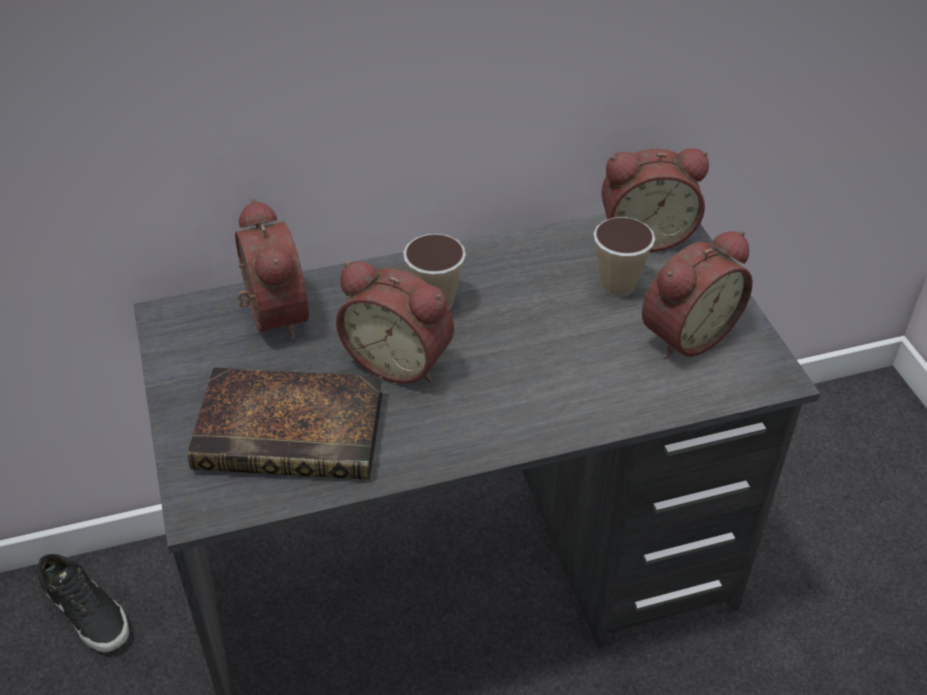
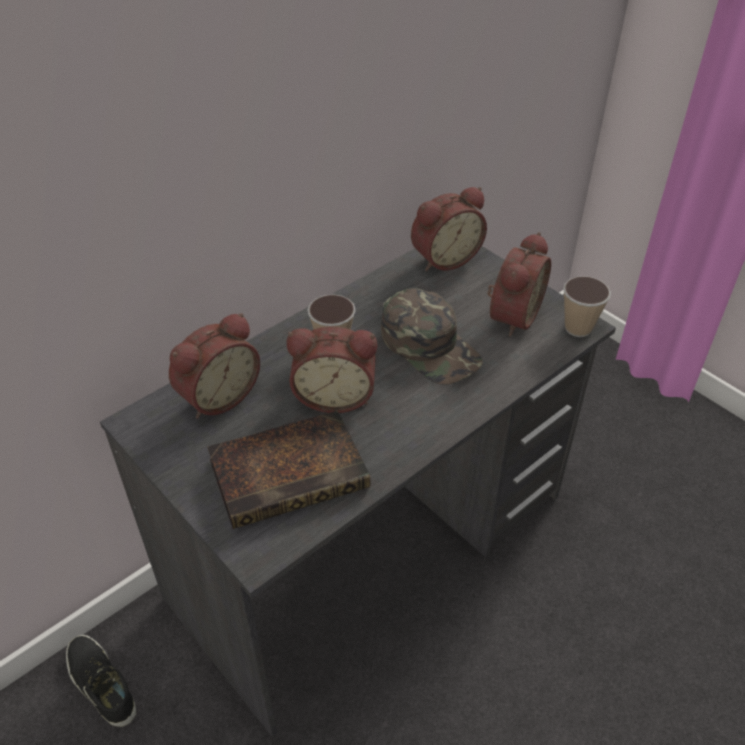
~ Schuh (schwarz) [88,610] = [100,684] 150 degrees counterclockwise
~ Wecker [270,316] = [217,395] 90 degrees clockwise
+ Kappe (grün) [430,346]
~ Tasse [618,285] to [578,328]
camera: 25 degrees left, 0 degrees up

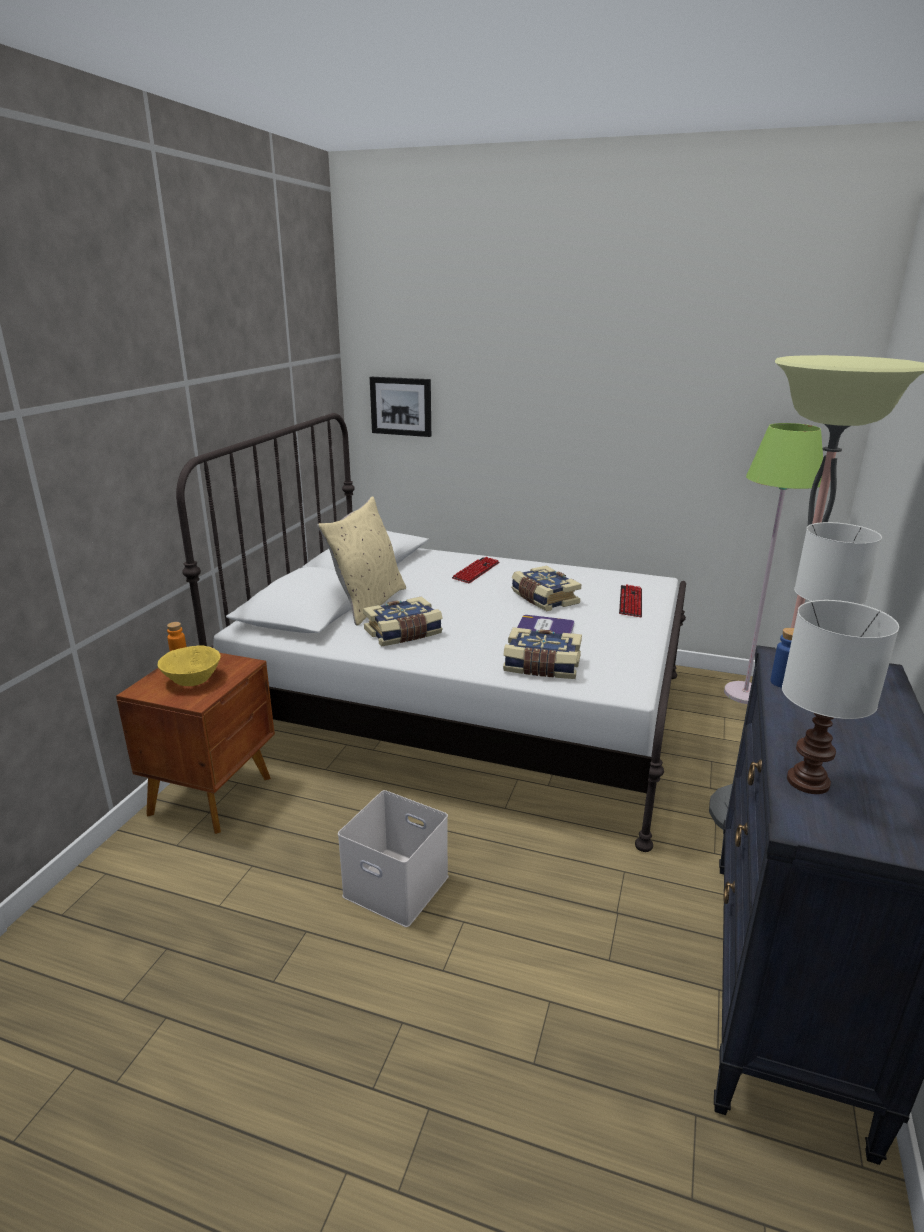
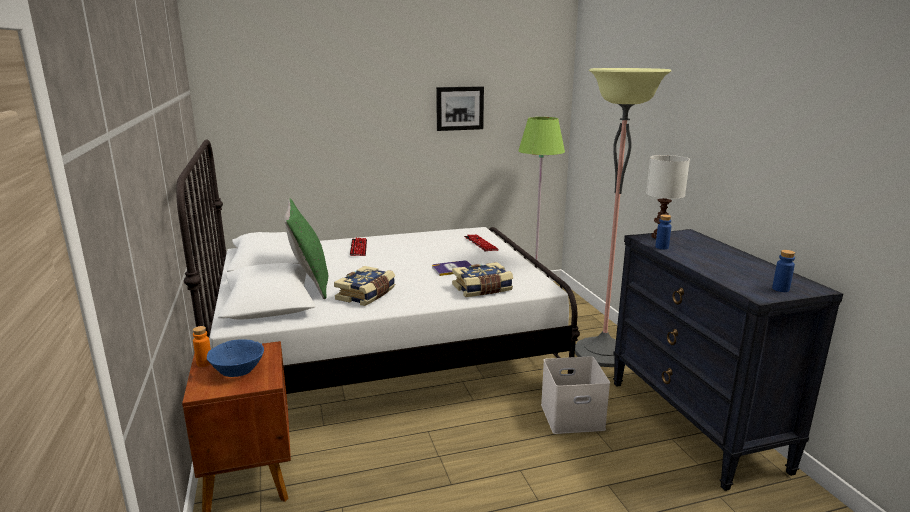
~ Schüssel (gelb) [192,680] to Schüssel (blau) [238,371]
~ Kissen (beige) [367,603] to Kissen (grün) [310,284]
~ Bild [401,406] to [459,108]
~ Aufbewahrungsbox (weiß) [398,885] to [573,415]
+ Flasche (blau) [780,289]
- Buch [543,599]
- Tischlampe (weiß) [808,783]
camera: 35 degrees left, 5 degrees down

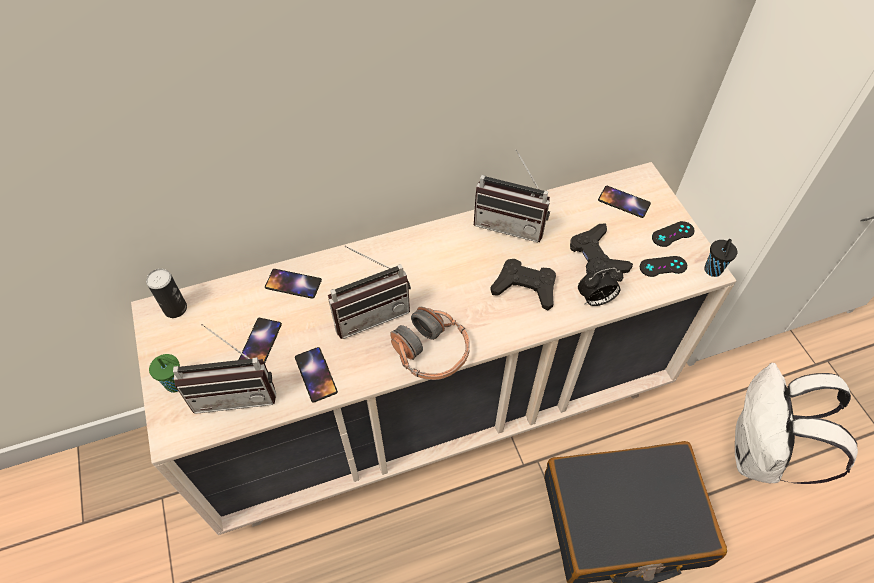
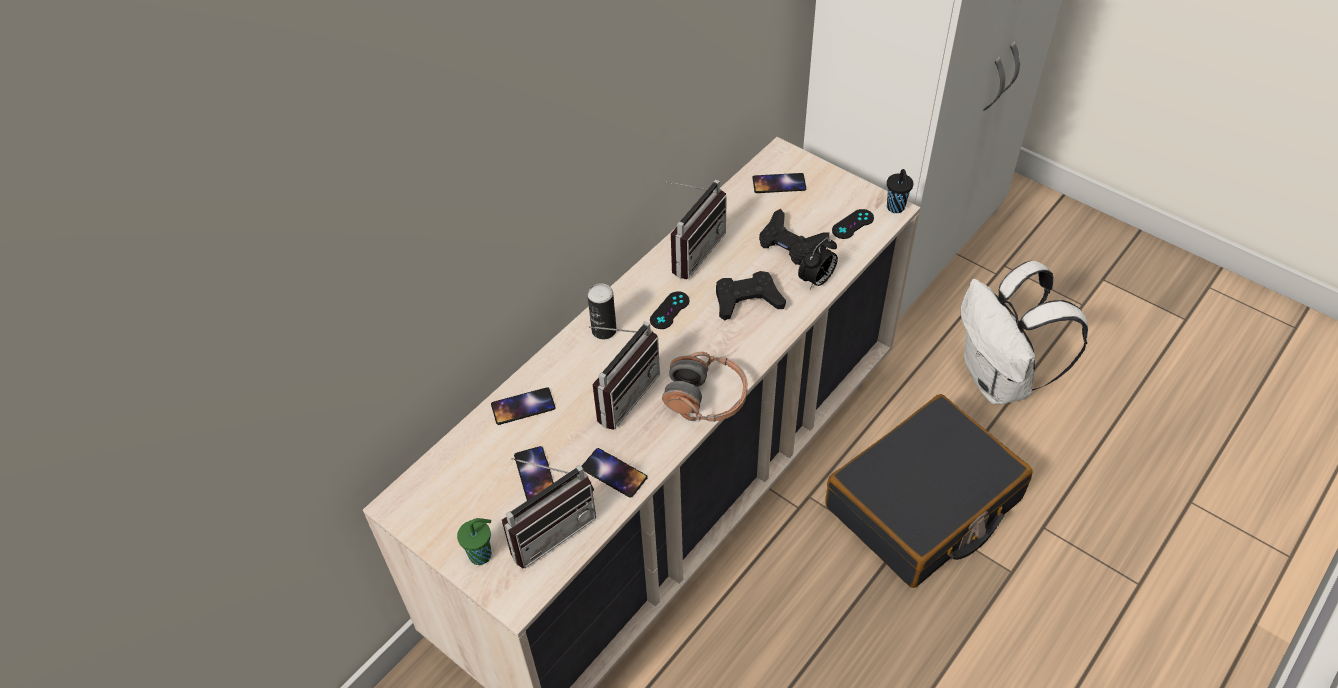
~ Dose [175,308] to [604,330]
~ Gamepad (schwarz) [673,234] to [669,310]
~ Radio [511,223] = [691,250] 45 degrees counterclockwise
camera: 30 degrees left, 5 degrees down

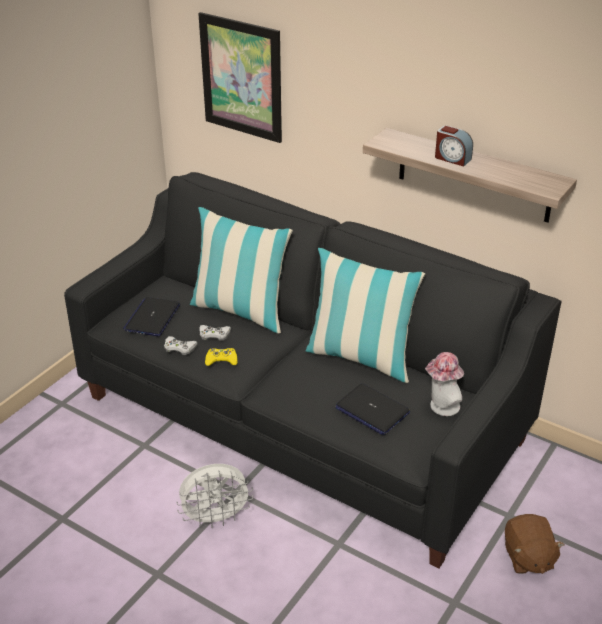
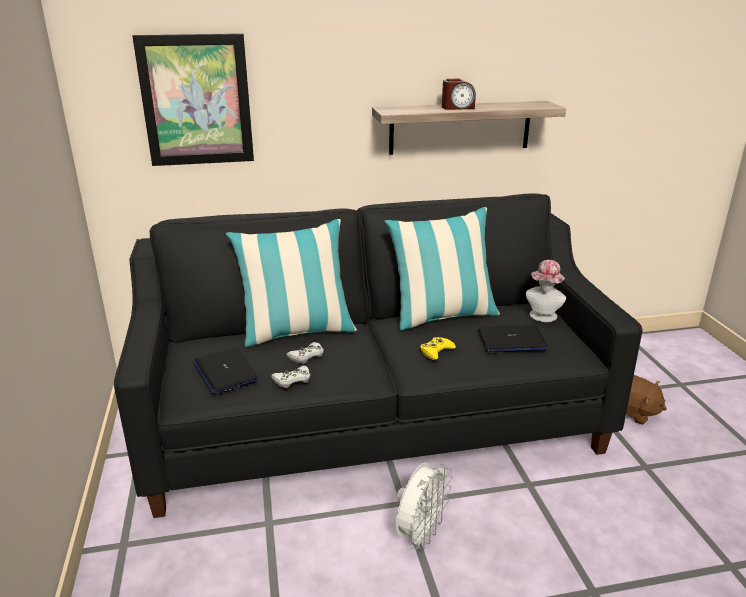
~ Gamepad (gelb) [221,360] to [436,351]
camera: 45 degrees left, 10 degrees down

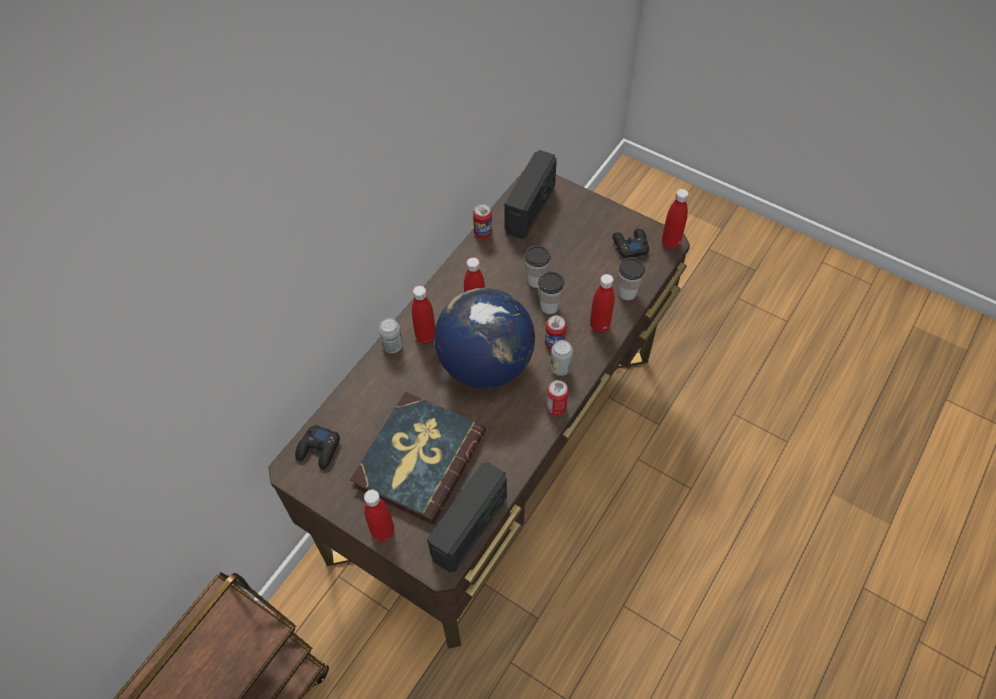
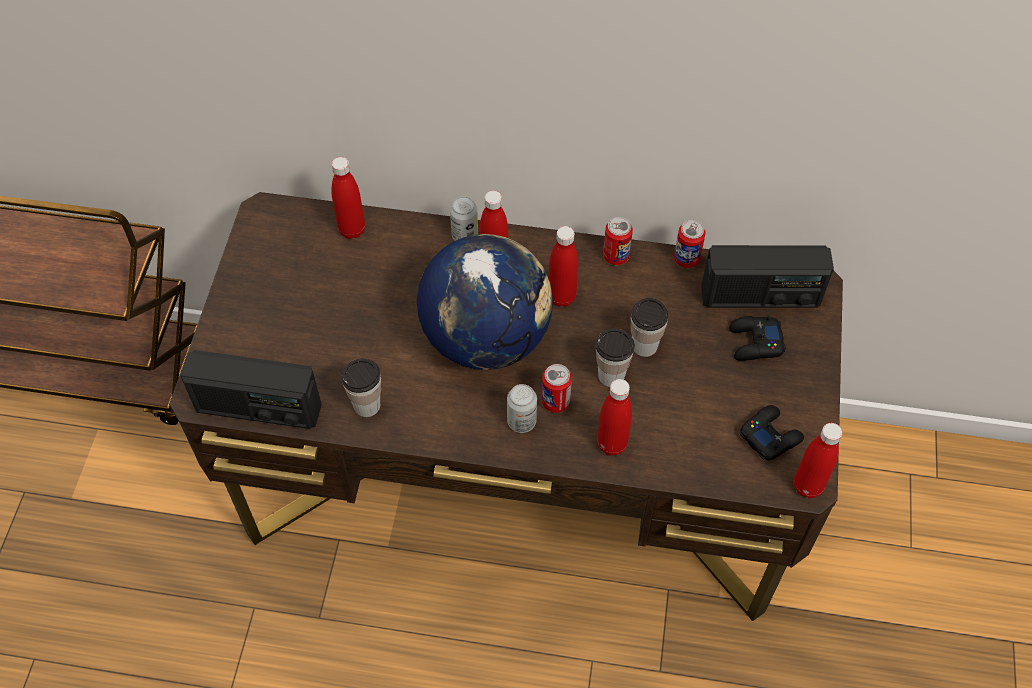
~ Flasche (rot) [383,531] to [352,230]
~ Tasse [627,293] to [366,405]
~ Dose [556,407] to [616,256]
~ Gamepad (schwarz) [319,450] to [755,343]
- Buch [419,459]
camera: 65 degrees right, 0 degrees up

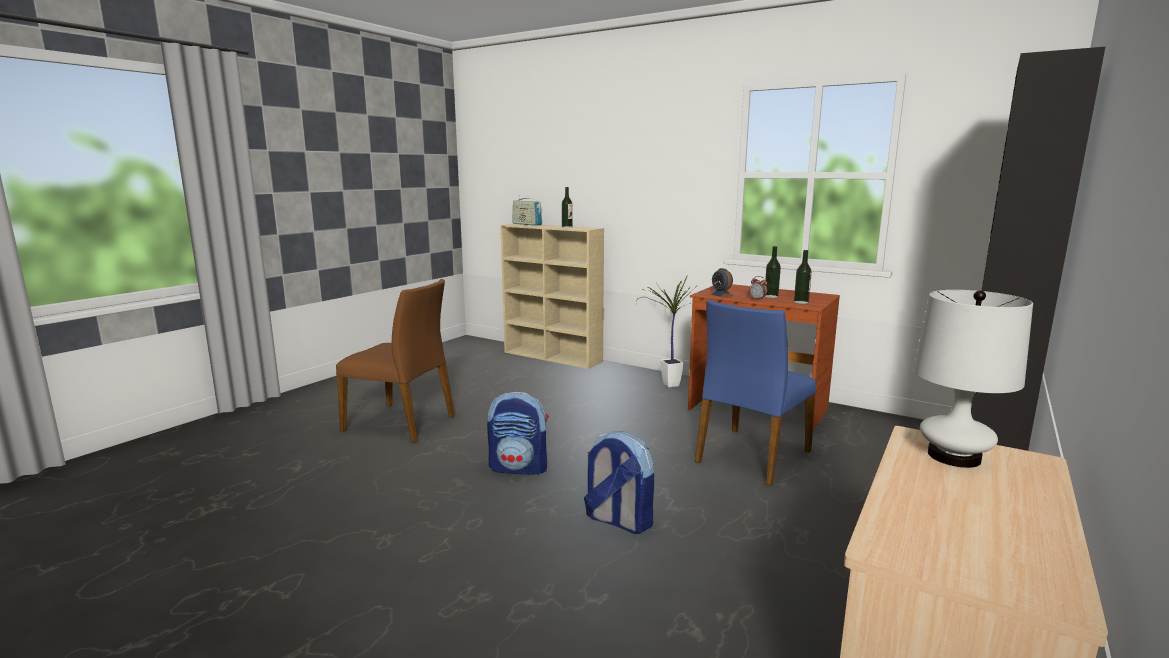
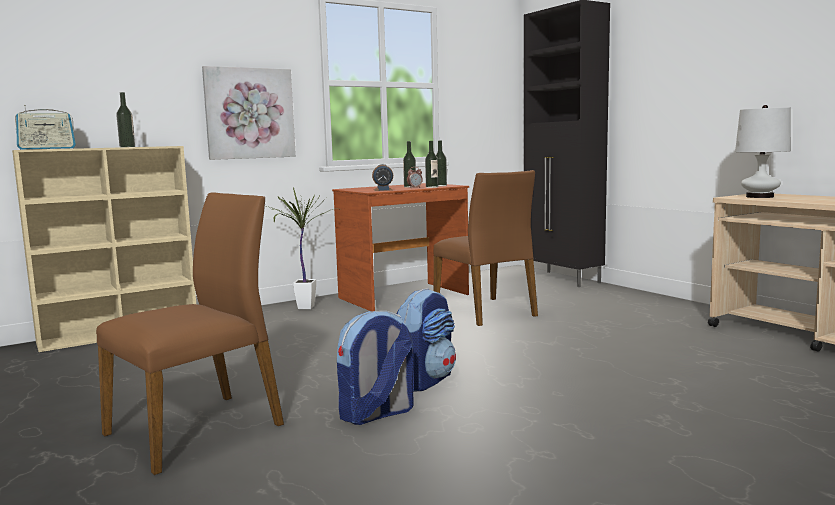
+ Bild [249,113]
~ Rucksack [618,521] to [377,414]
+ Flasche [432,187]
~ Stuhl (blau) [751,456] to Stuhl (braun) [486,312]
camera: 65 degrees left, 5 degrees down

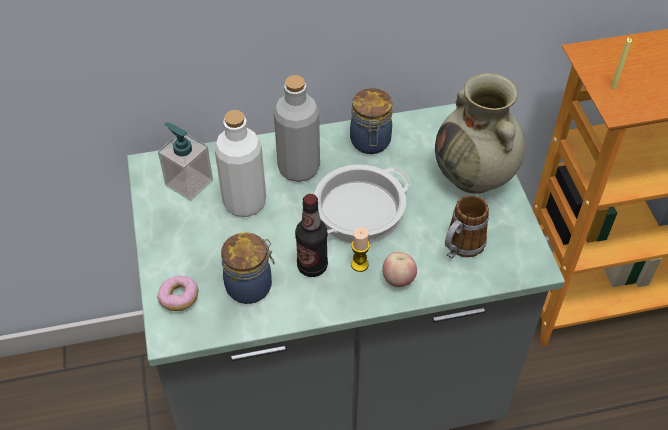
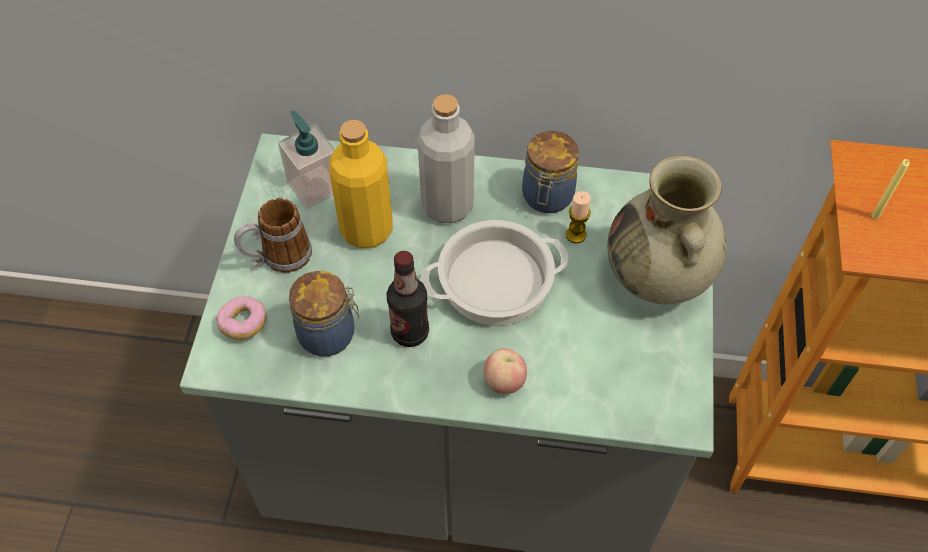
~ Henkelbecher [460,247] to [278,258]
~ Flasche (weiß) [244,202] to Flasche (gelb) [366,229]
~ Kerze [359,264] to [576,235]
camera: 20 degrees right, 5 degrees up

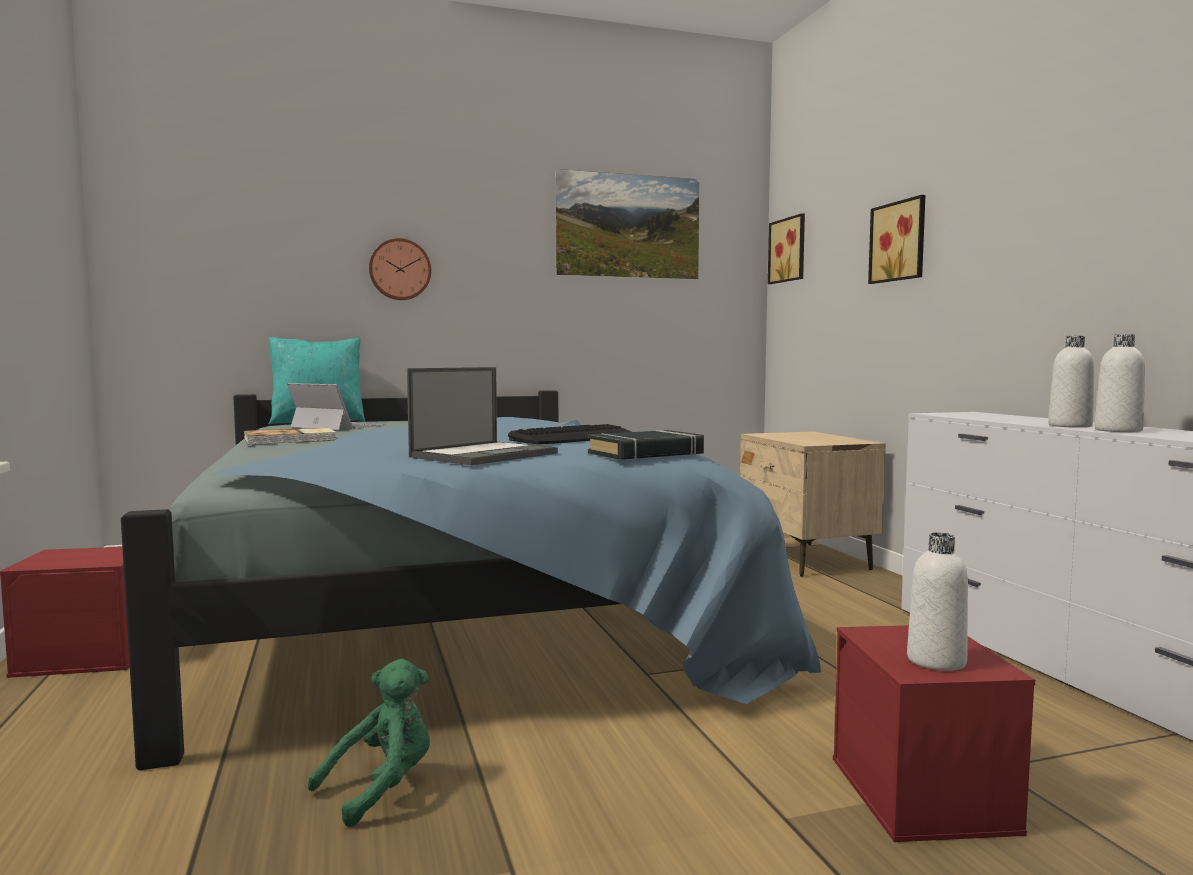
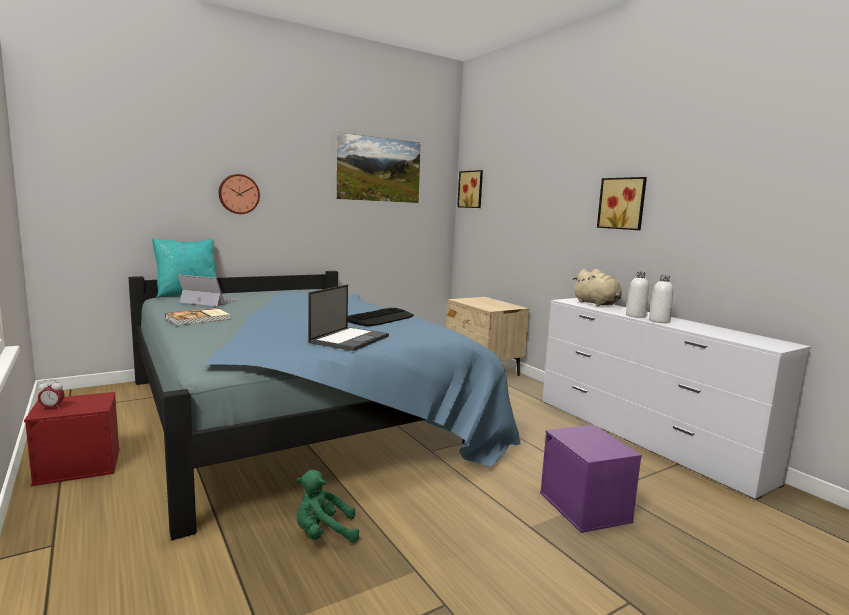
+ Wecker [52,408]
~ Plüschtier (grün) [382,788] = [323,534] 135 degrees counterclockwise
~ Aufbewahrungsbox (rot) [924,795] to Aufbewahrungsbox (lila) [585,507]
+ Plüschtier (beige) [597,304]
~ Bild [900,241] to [623,203]
- Buch (schwarz) [646,454]
- Flasche (weiß) [936,661]
camera: 15 degrees left, 5 degrees up

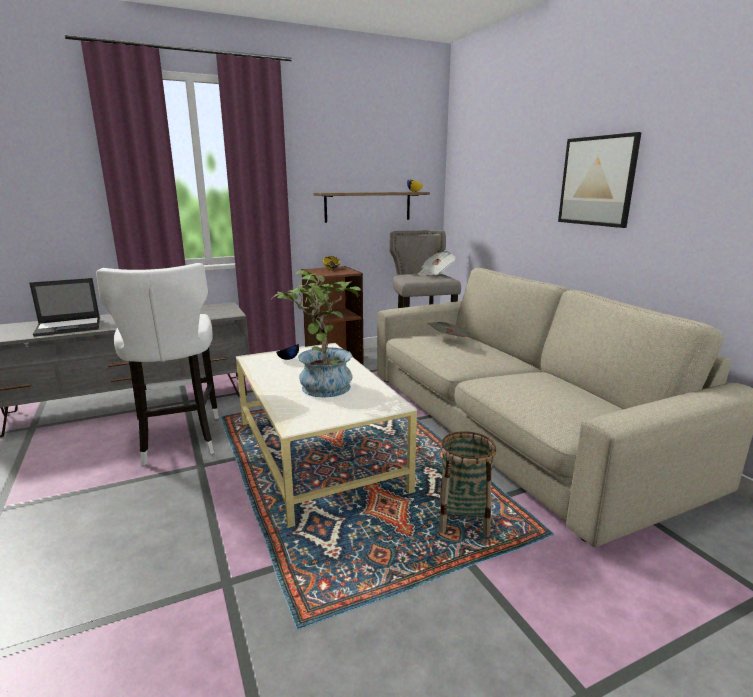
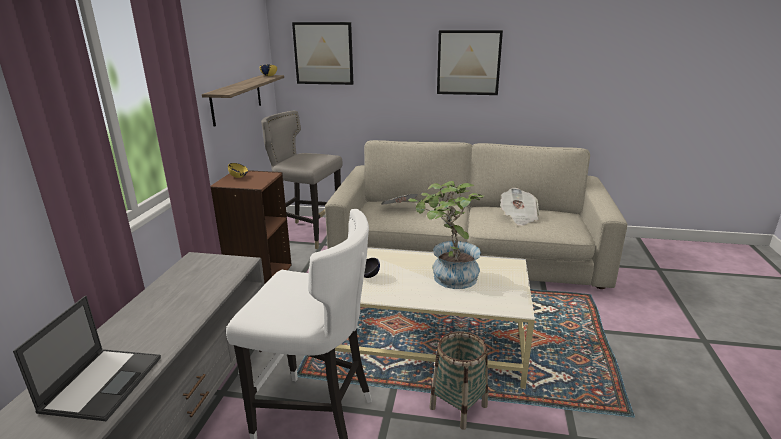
+ Bild [323,53]
~ Korb [463,519] to [458,406]
~ Zeitung [435,273] to [518,217]
camera: 55 degrees left, 5 degrees up

